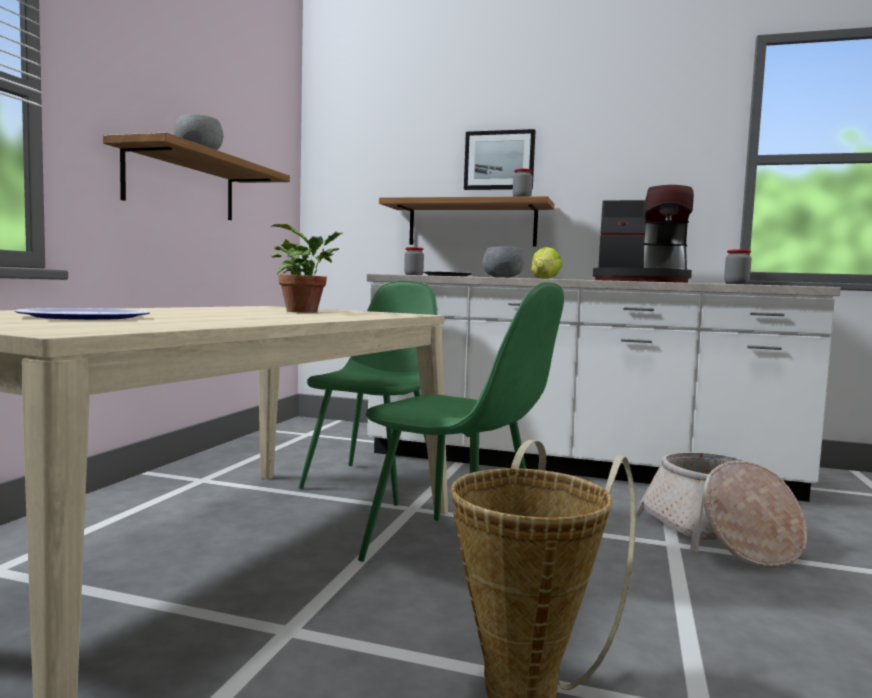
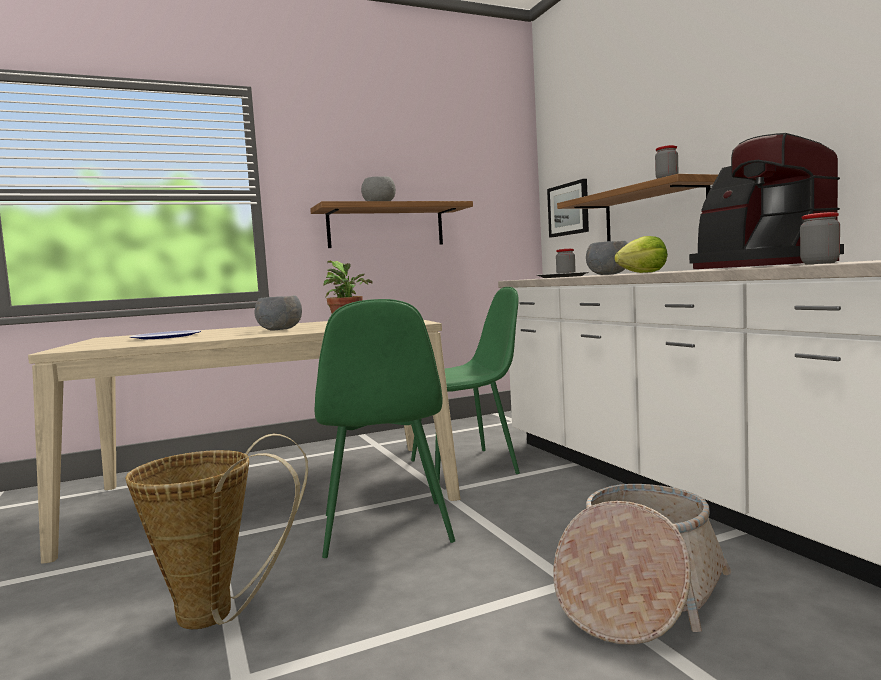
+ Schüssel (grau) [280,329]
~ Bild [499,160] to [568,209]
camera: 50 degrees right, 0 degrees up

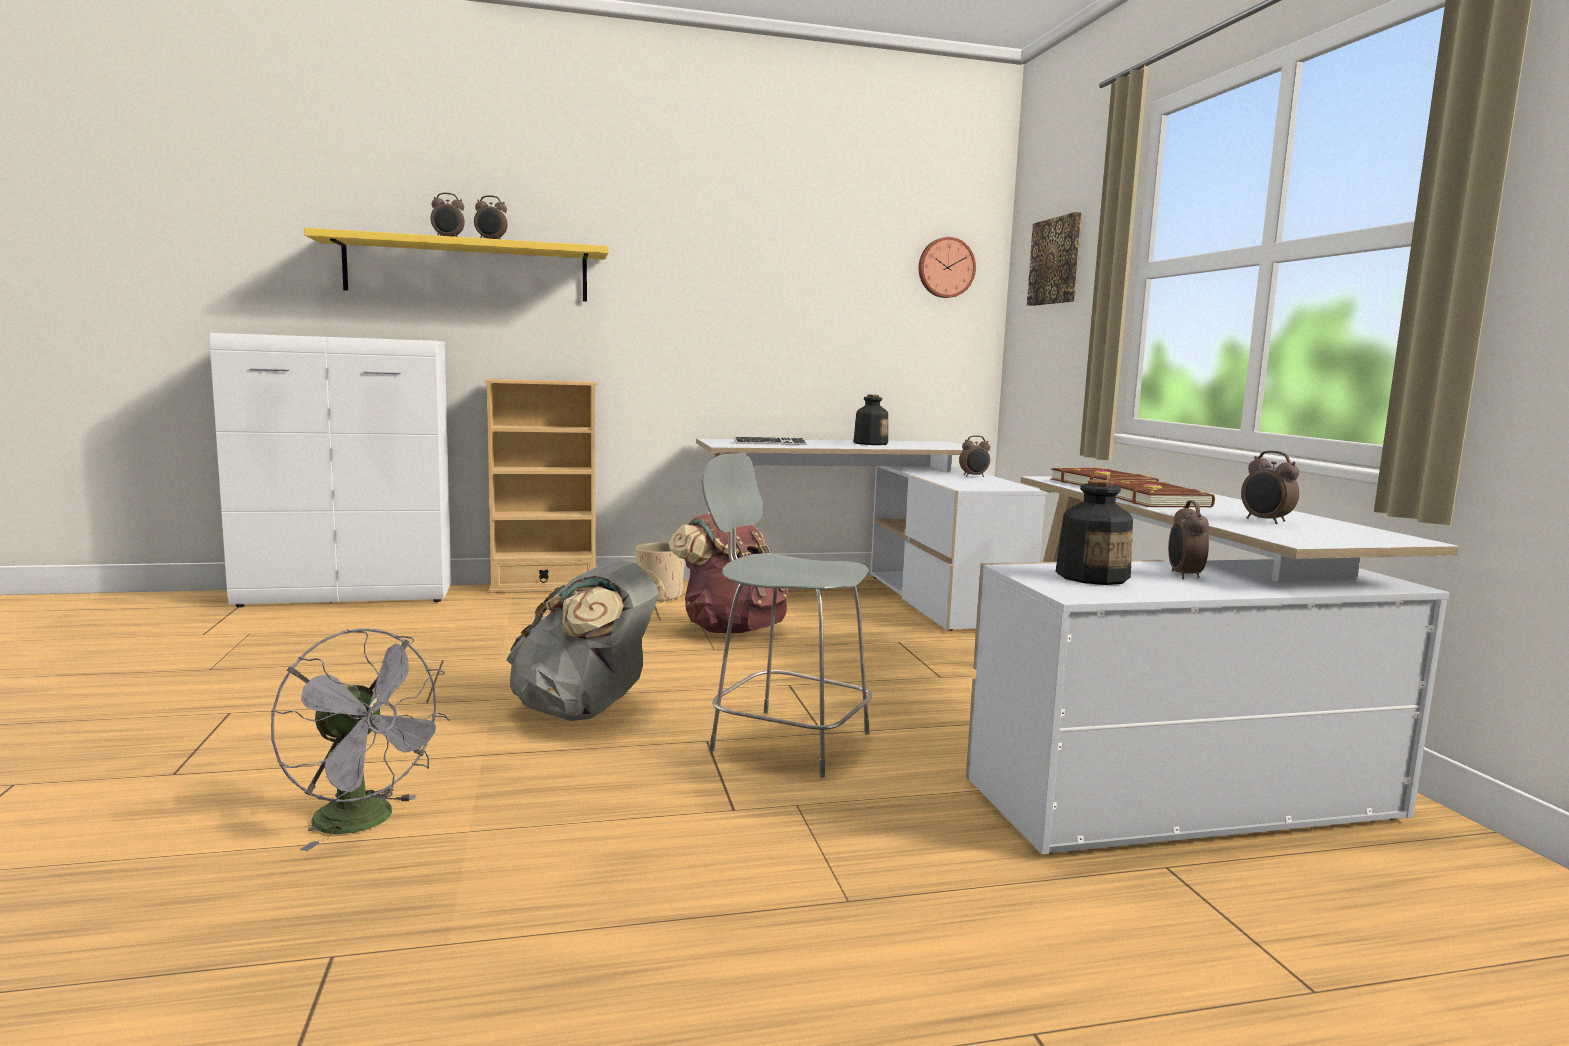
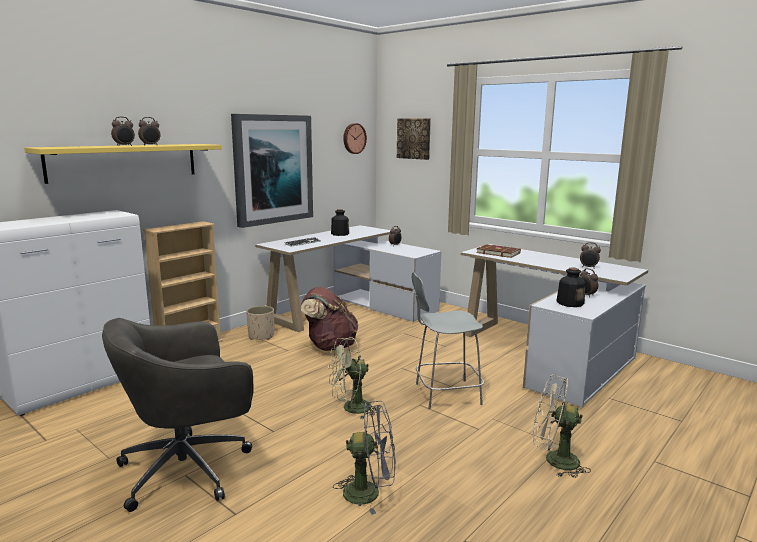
+ Bürostuhl (grau) [189,468]
+ Bild [272,169]
~ Rucksack (grau) [586,711] to Ventilator (grün) [351,409]
+ Ventilator (beige) [554,460]
- Buch (braun) [1153,500]
camera: 35 degrees left, 5 degrees up

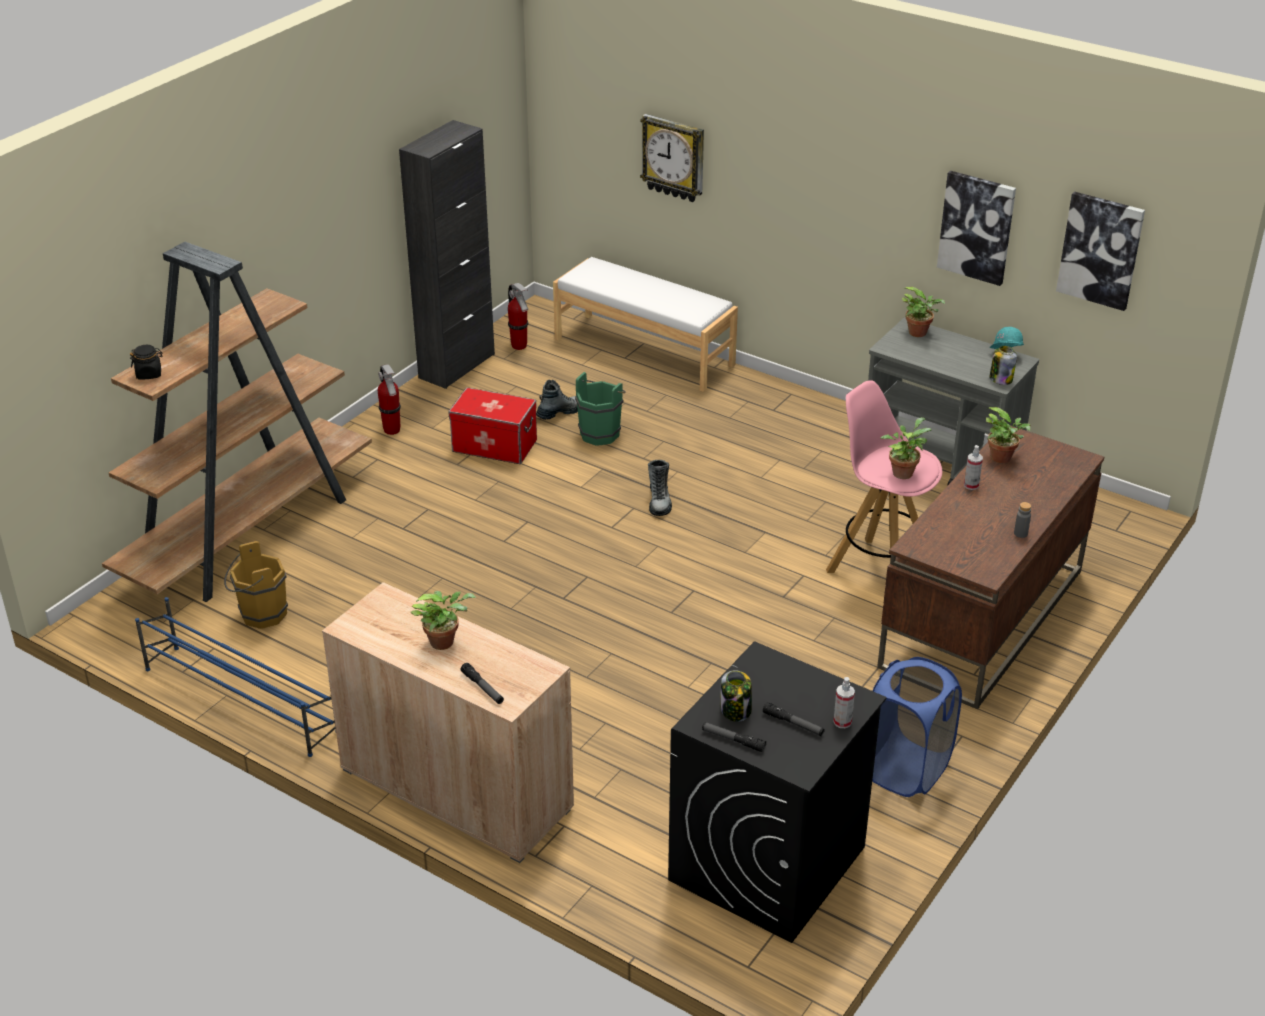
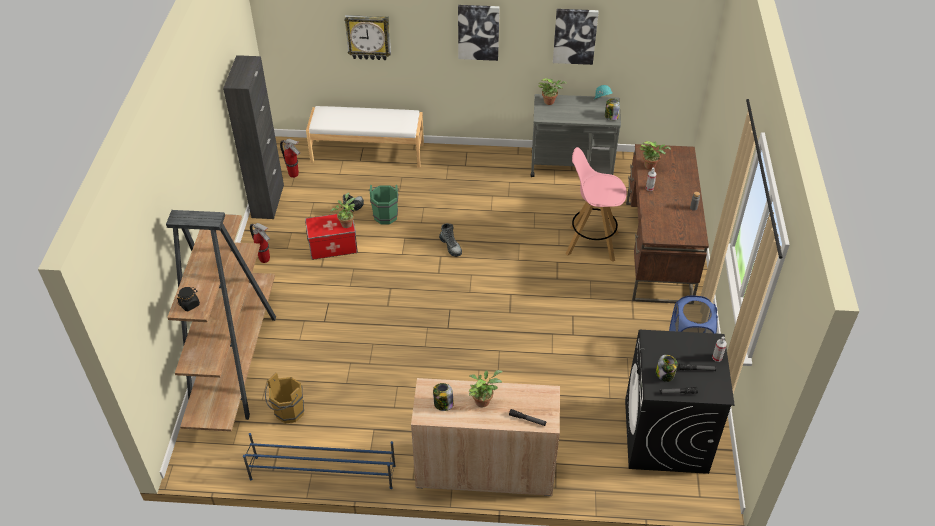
~ Topfpflanze [903,472] to [346,223]
+ Vorratsglas [443,404]
~ Bild [1100,250] to [478,32]
camera: 30 degrees left, 10 degrees up

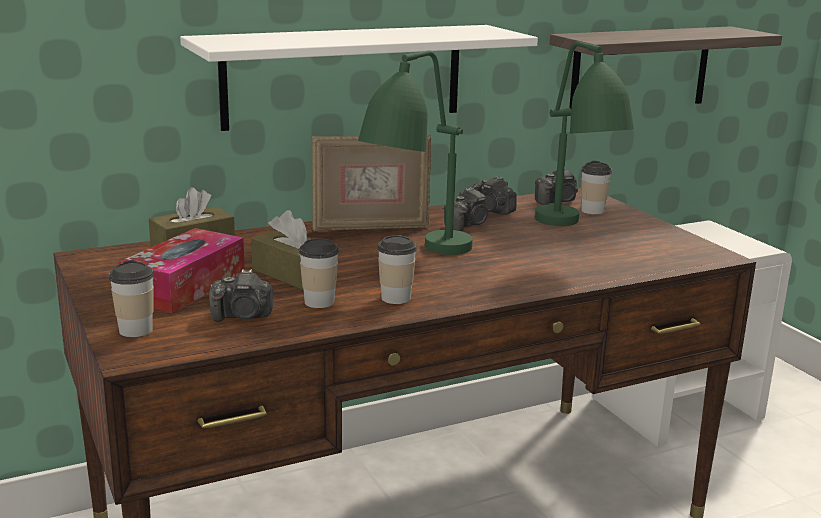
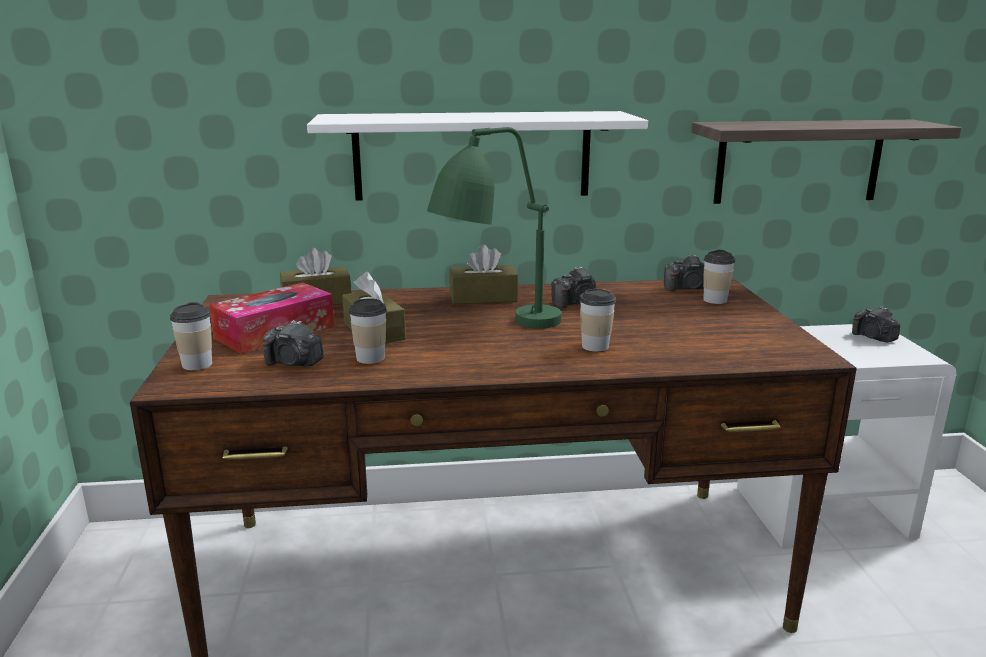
~ Bilderrahmen [370,228] to Taschentuchbox (braun) [483,297]
~ Tasse [396,298] to [595,346]
~ Kamera [492,211] to [873,337]
- Tischlampe (grün) [575,235]
camera: 20 degrees right, 0 degrees up

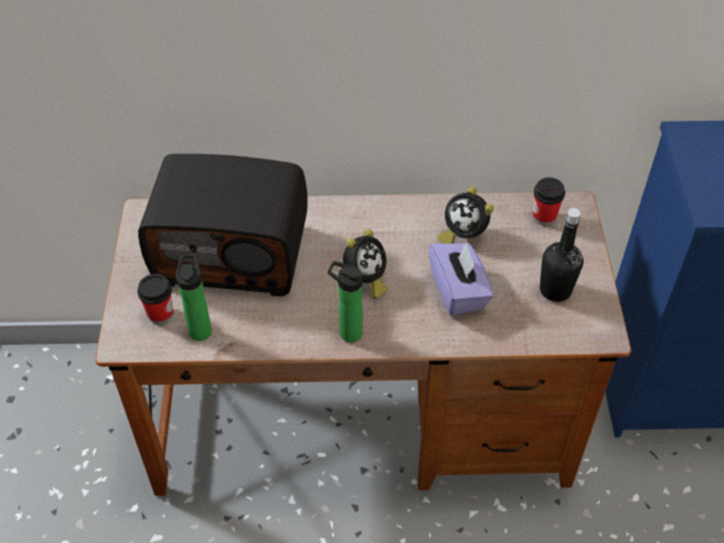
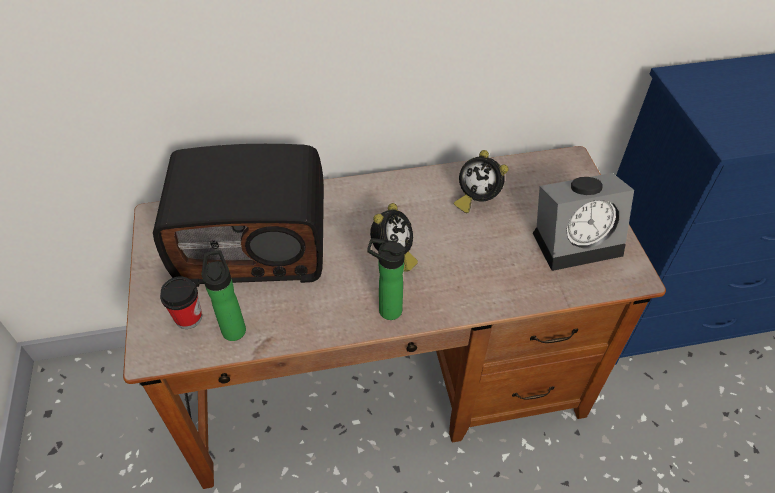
~ Flasche (schwarz) [555,290] to Wecker [577,240]
- Taschentuchbox (lila) [458,291]
- Tasse [544,217]
camera: 10 degrees left, 0 degrees up

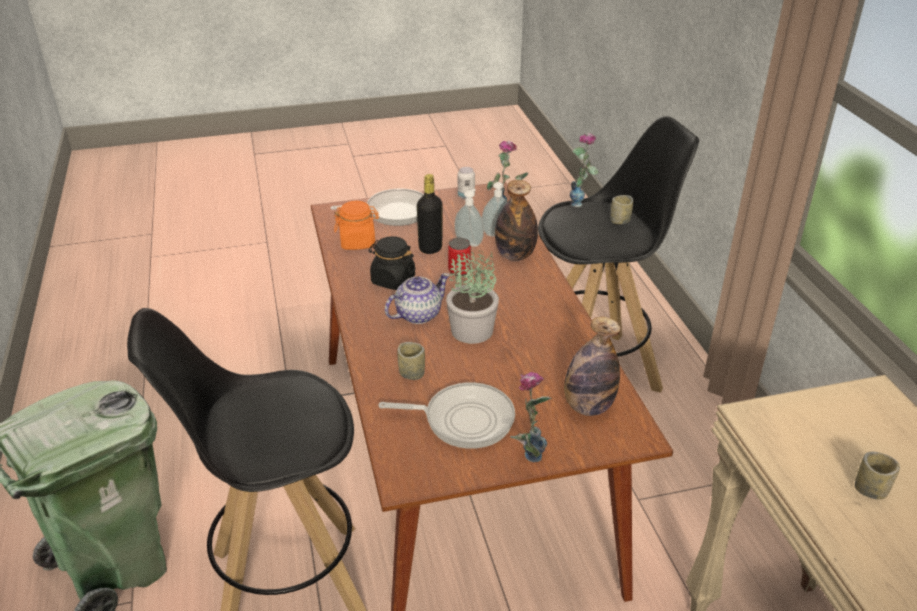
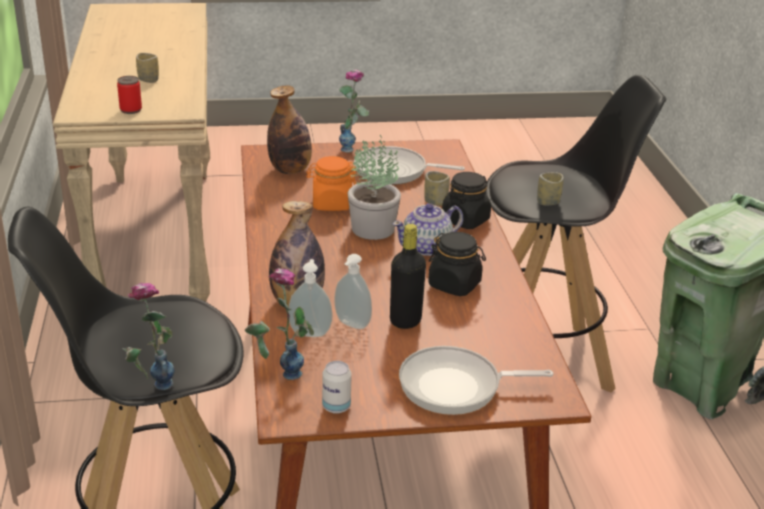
~ Dose [459,270] to [131,110]
~ Vorratsglas (orange) [358,242] to [331,204]
+ Vorratsglas (schwarz) [465,220]
~ Tasse [620,221] to [548,202]
camera: 175 degrees left, 5 degrees down

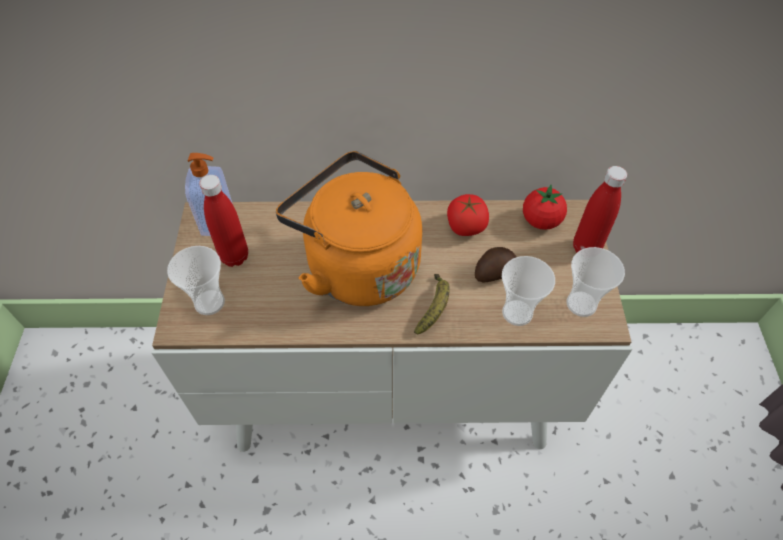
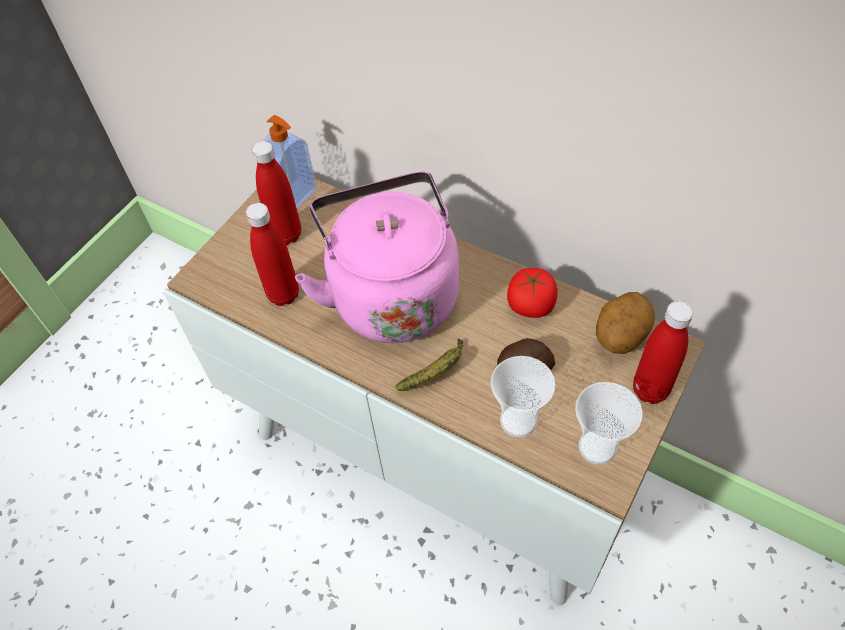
+ Flasche (rot) [283,295]
~ Wasserkessel (orange) [357,265] to Wasserkessel (rosa) [391,294]
~ Tomate [541,221] to Kartoffel [620,336]
- Tasse [209,302]
camera: 35 degrees right, 0 degrees up

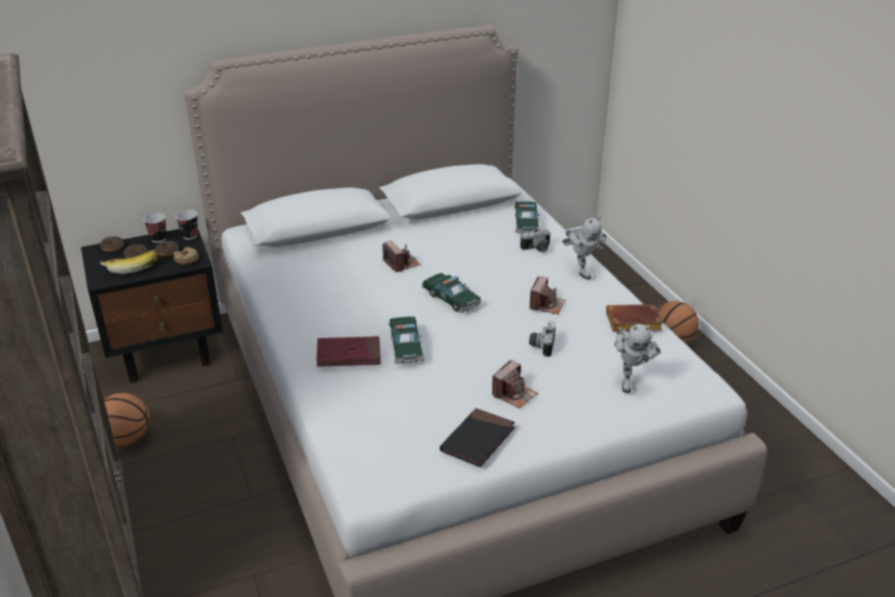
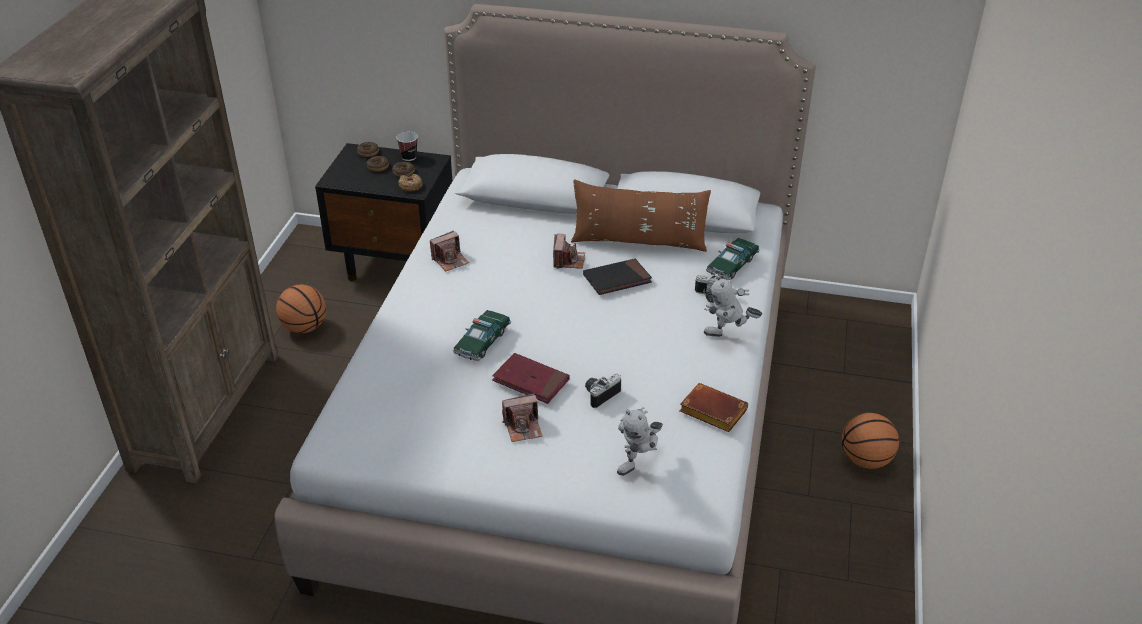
~ Kamera [546,305] to [450,260]
~ Buch (rot) [349,354] to [530,381]
+ Kissen (braun) [639,242]
~ Buch (schwarz) [477,440] to [617,279]
~ Spielzeugroboter [580,270] = [728,336] 75 degrees clockwise
- Banane [132,266]
- Tasse [190,235]
- Spielzeugauto [451,299]
camera: 35 degrees right, 5 degrees up

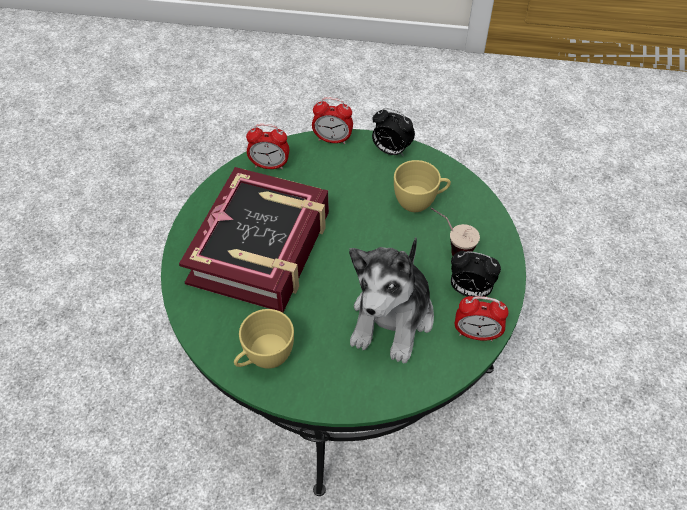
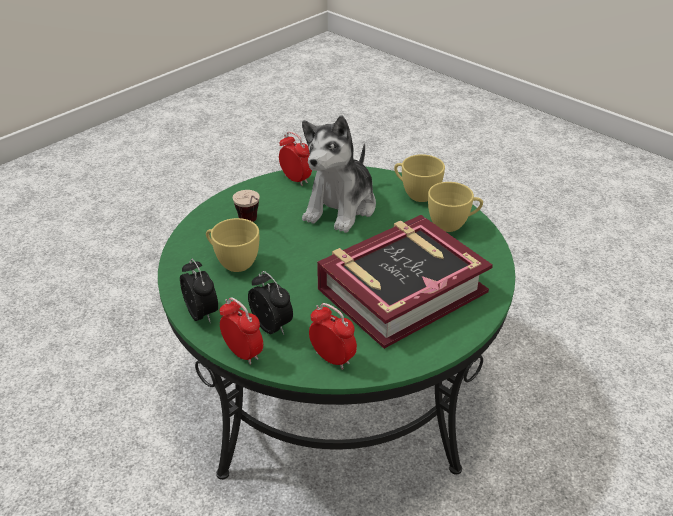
~ Wecker [469,290] to [272,326]
~ Plüschtier [392,318] = [341,207] 150 degrees clockwise
+ Tasse (gelb) [416,194]
camera: 145 degrees left, 15 degrees down

